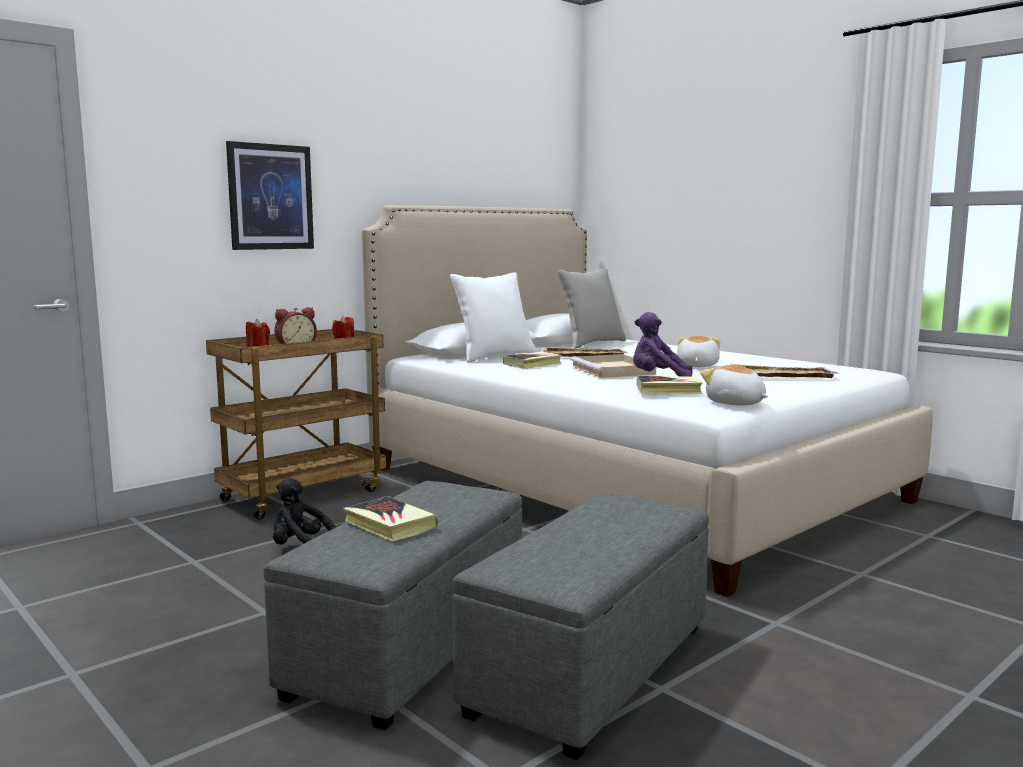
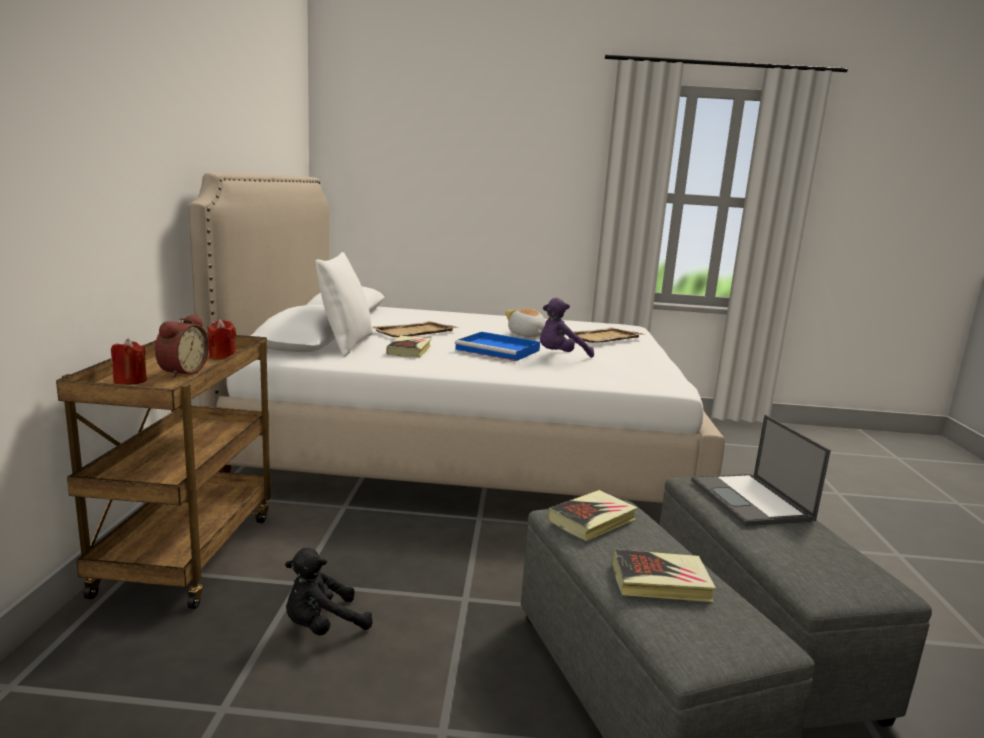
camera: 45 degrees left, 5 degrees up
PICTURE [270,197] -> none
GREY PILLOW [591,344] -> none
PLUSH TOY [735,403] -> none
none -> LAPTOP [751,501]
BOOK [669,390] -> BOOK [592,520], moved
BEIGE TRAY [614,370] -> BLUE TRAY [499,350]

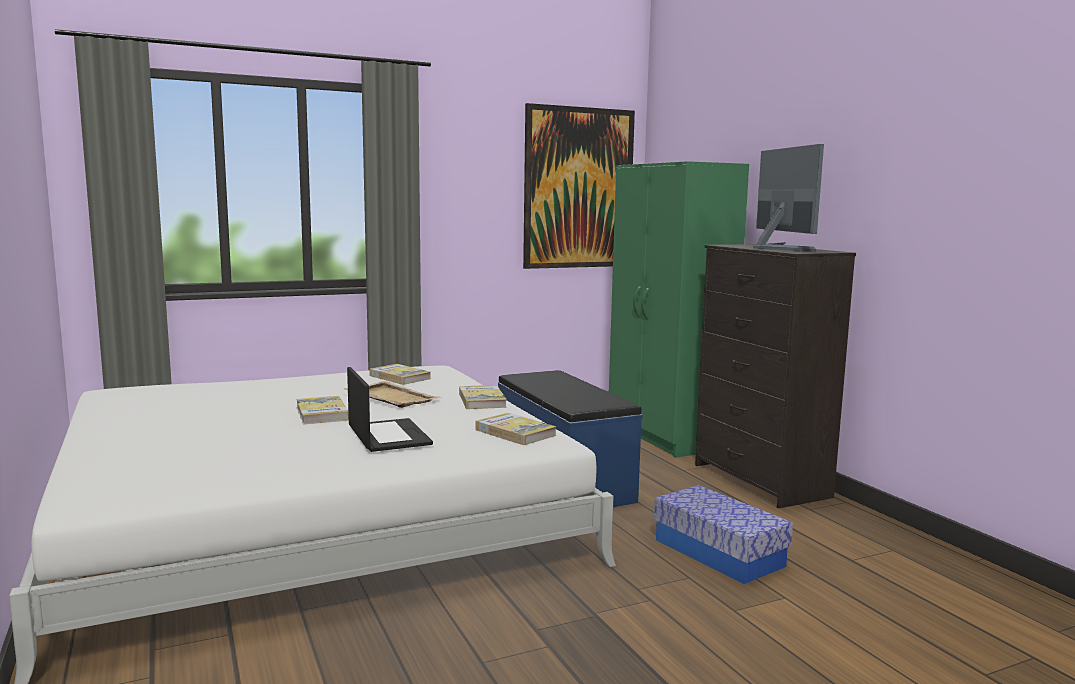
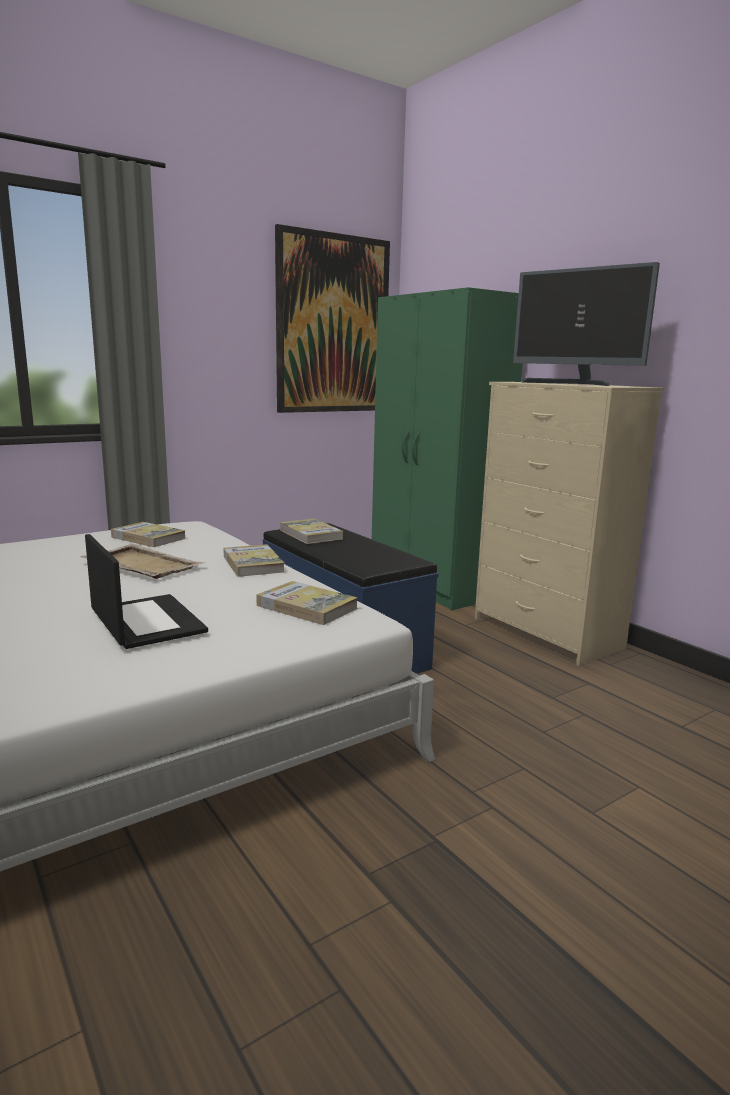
camera: 10 degrees left, 5 degrees up
STORAGE BOX [719,553] -> none
BOOK [321,413] -> BOOK [310,534], moved
BLACK DRESSER [760,481] -> BEIGE DRESSER [546,633]
MONITOR [778,248] -> MONITOR [575,384], 150 degrees clockwise

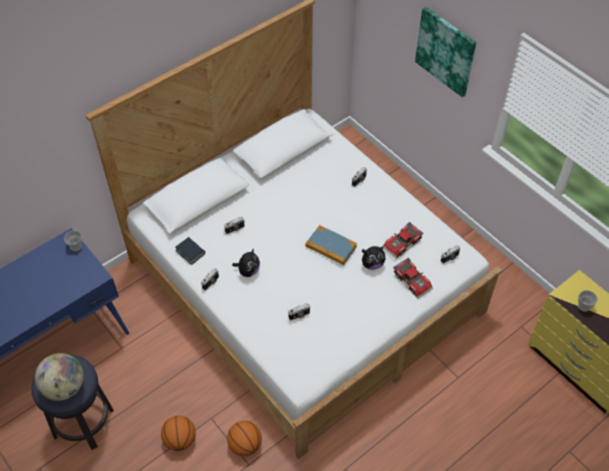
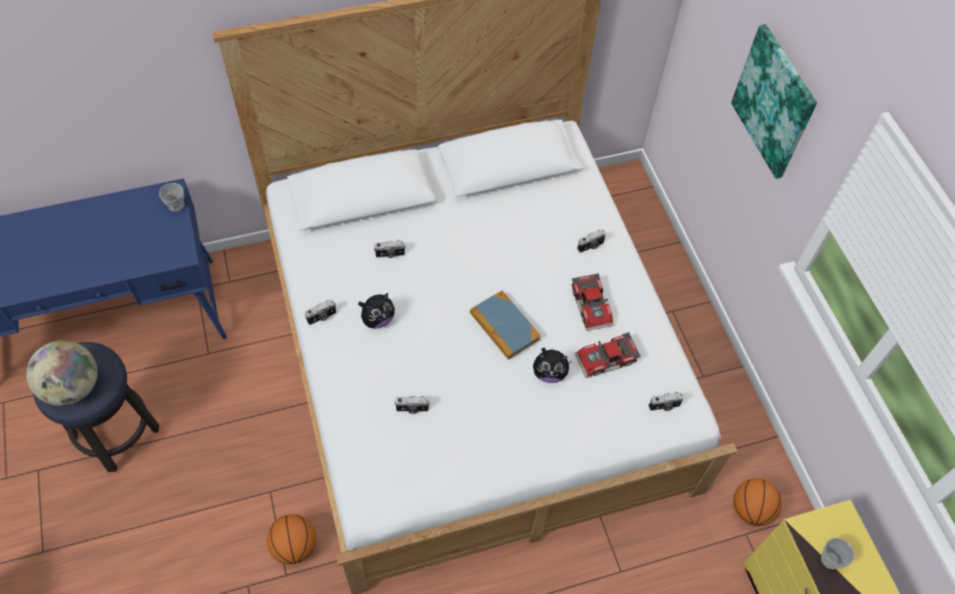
camera: 20 degrees right, 5 degrees up
BOOK [190,252] -> none
BASKETBALL [180,440] -> BASKETBALL [751,510], moved
TOY CAR [413,280] -> TOY CAR [593,306], moved

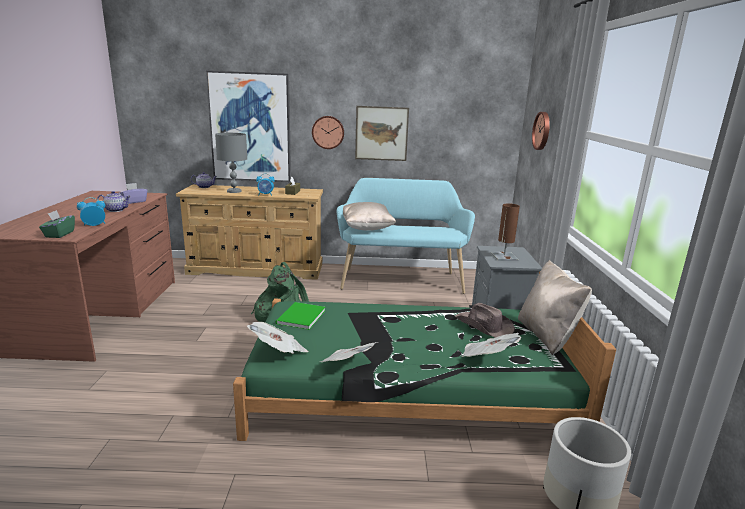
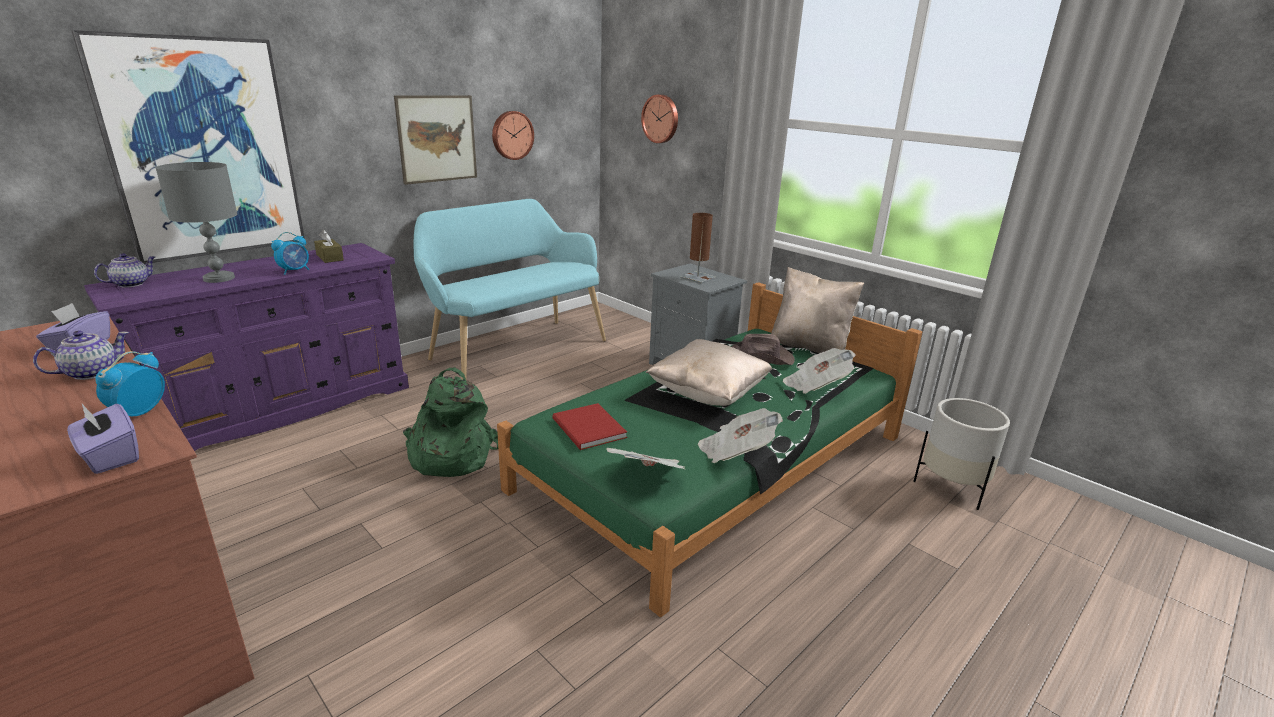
camera: 45 degrees left, 5 degrees up
WALL CLOCK [328,132] -> WALL CLOCK [512,135], moved
BEIGE PILLOW [367,228] -> BEIGE PILLOW [708,394], moved
GREEN TISSUE BOX [59,234] -> PURPLE TISSUE BOX [110,457]
BEIGE DRESSER [257,269] -> PURPLE DRESSER [284,408]
GREEN BOOK [299,317] -> RED BOOK [588,429]

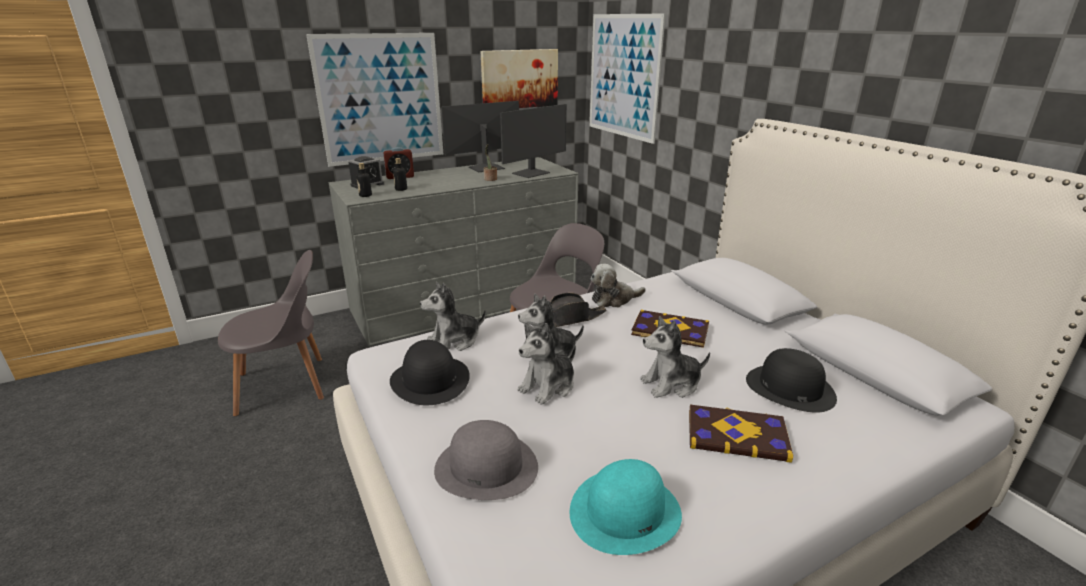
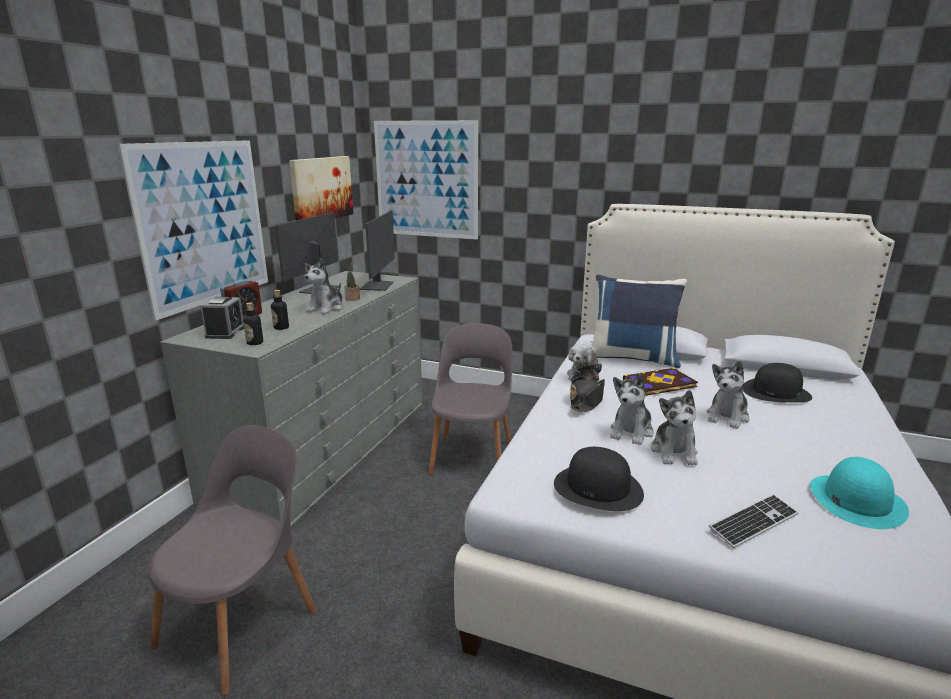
camera: 40 degrees left, 5 degrees down
BOOK [737,434] -> none
none -> BLUE PILLOW [632,357]
PLUSH TOY [454,341] -> PLUSH TOY [326,308], moved
GREY HAT [487,467] -> KEYBOARD [753,522]

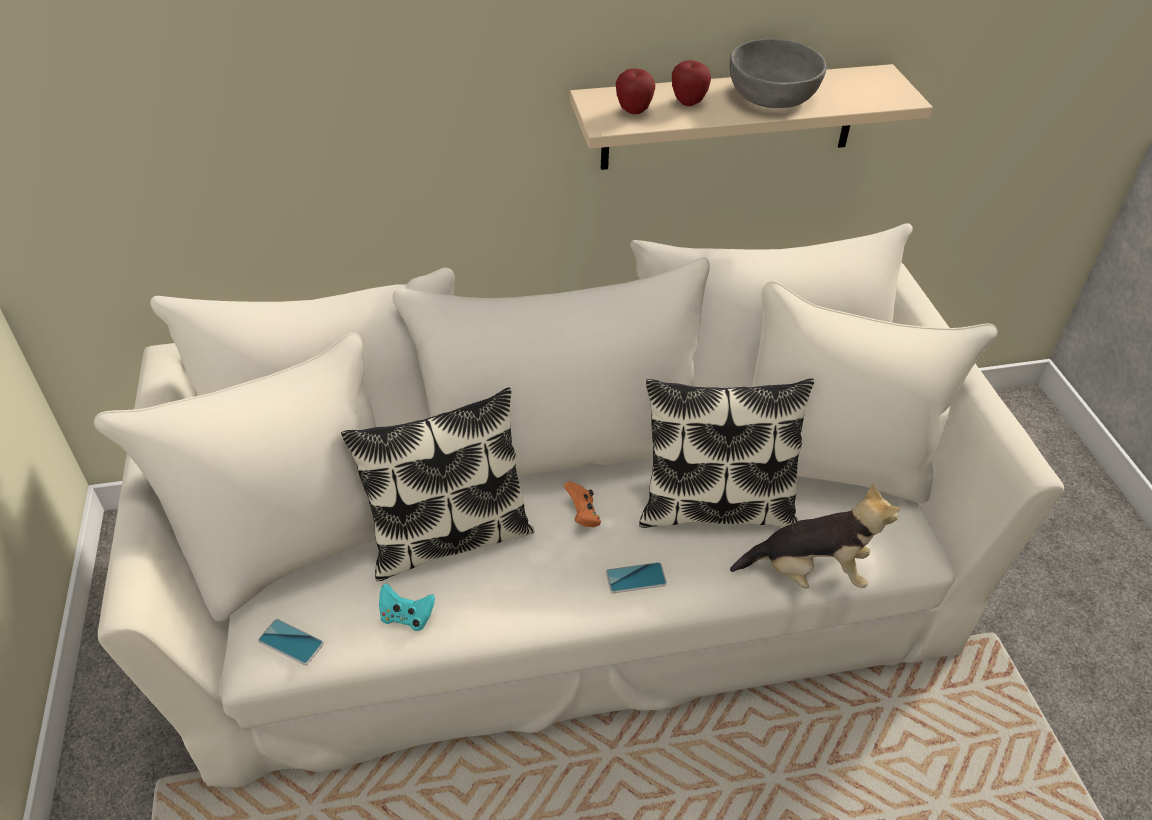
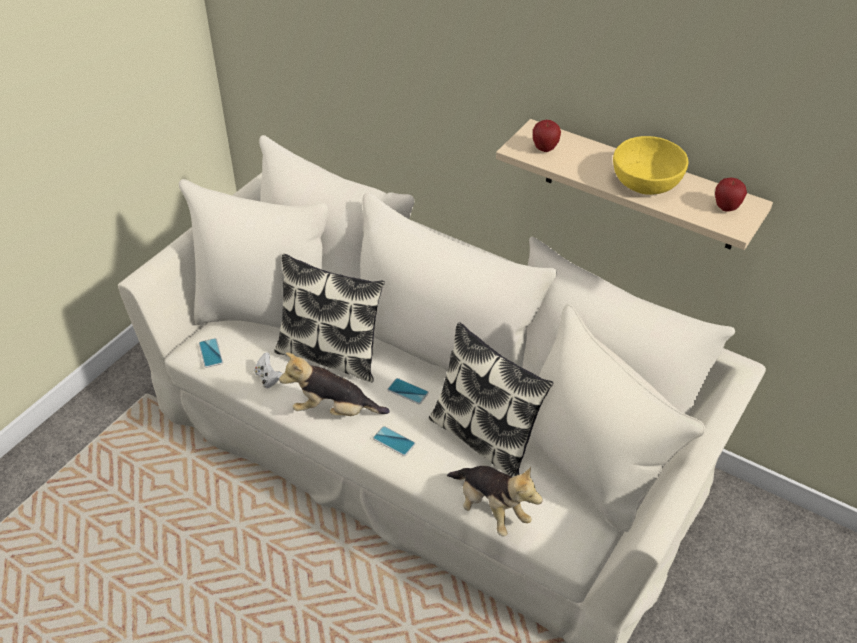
camera: 45 degrees right, 0 degrees up
none -> PLUSH TOY [334,410]
APPLE [688,102] -> APPLE [726,208], moved
ORANGE GAME CONTROLLER [583,515] -> PHONE [408,391]
TURQUOISE GAME CONTROLLER [406,617] -> WHITE GAME CONTROLLER [268,378]
GREY BOWL [772,96] -> YELLOW BOWL [646,181]

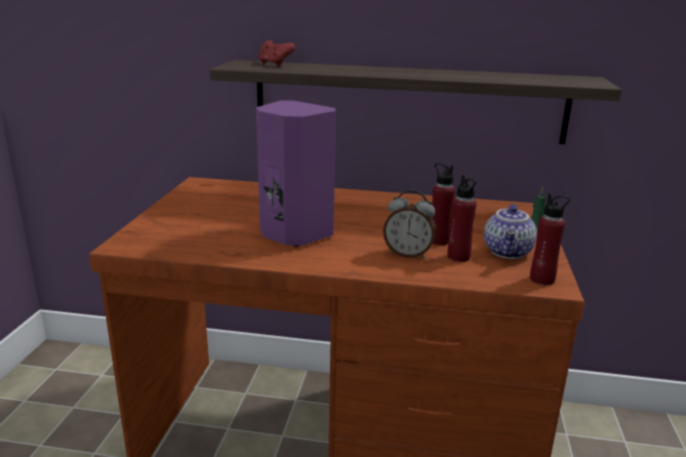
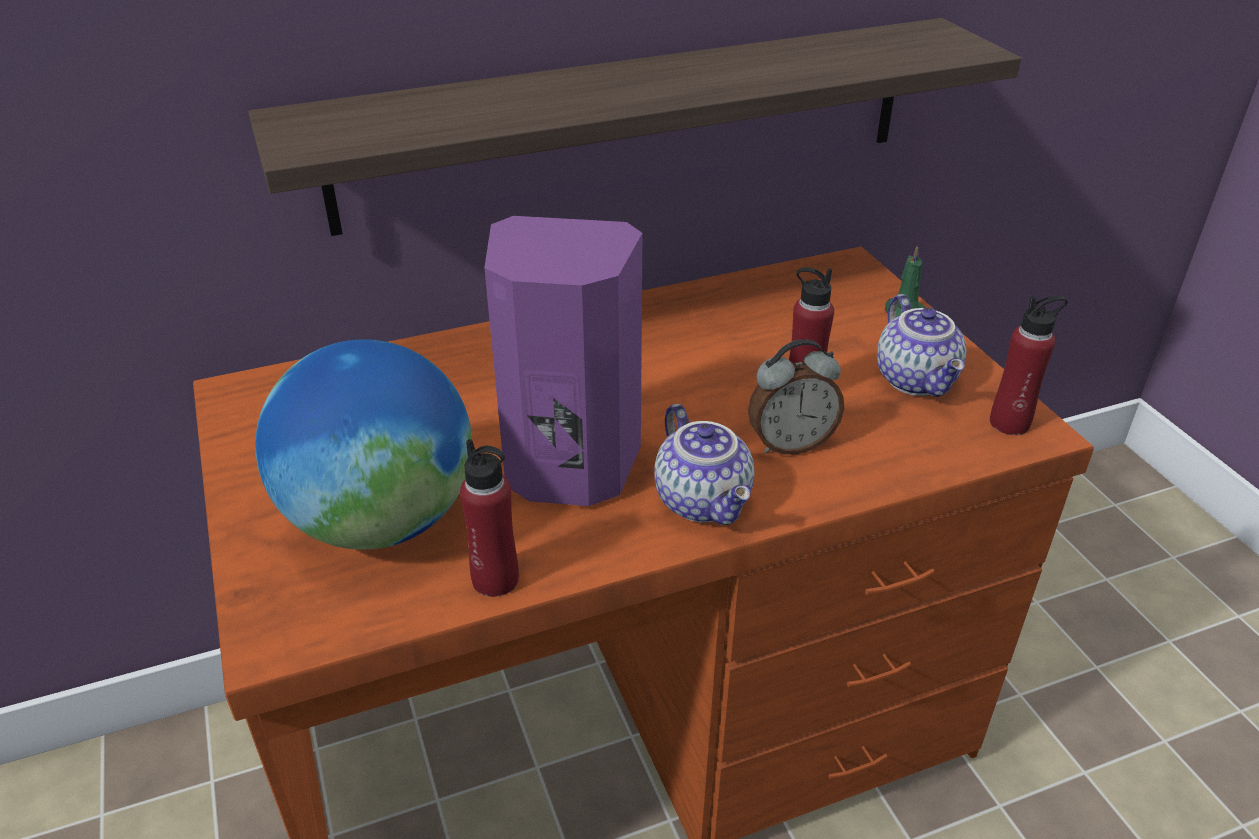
camera: 30 degrees left, 15 degrees up
RED GAME CONTROLLER [274,64] -> none
none -> GLOBE [381,521]
none -> TEAPOT [705,501]
RED BOTTLE [458,257] -> RED BOTTLE [495,579], moved

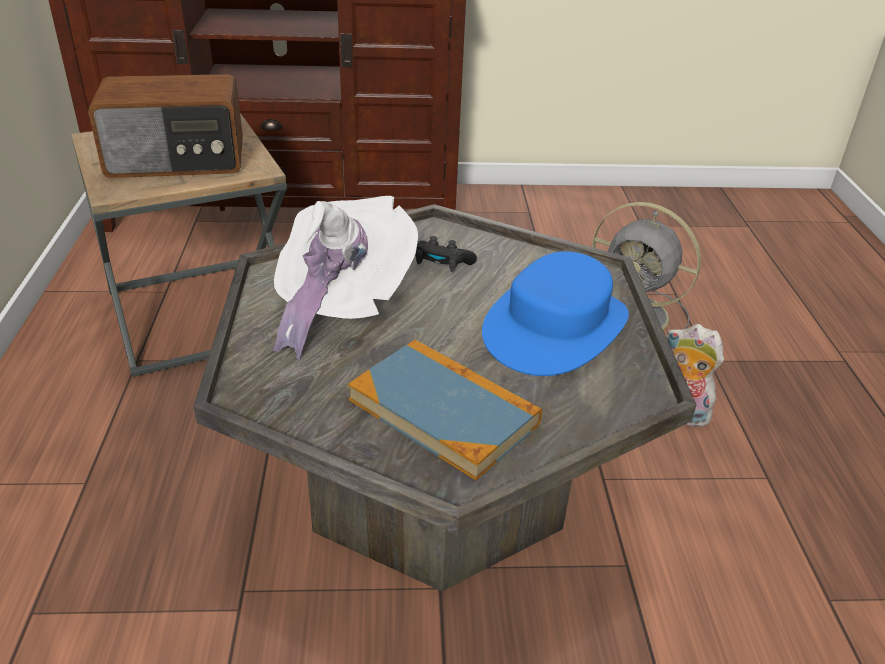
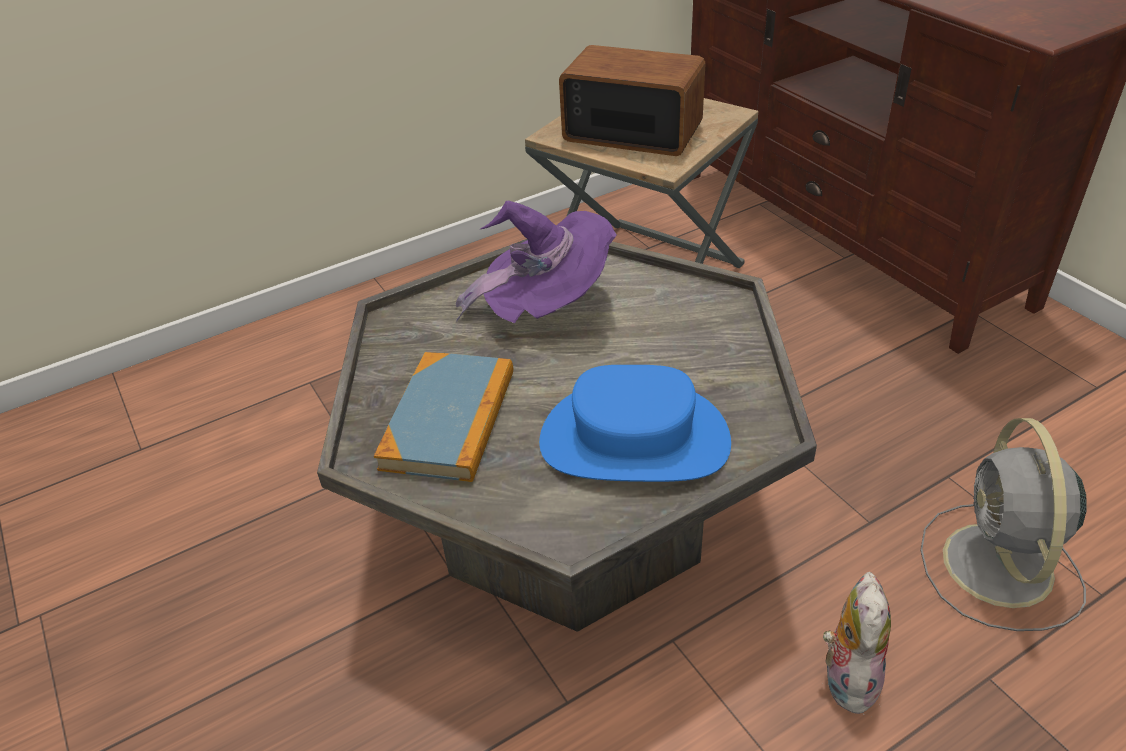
camera: 65 degrees right, 5 degrees up
BLACK GAME CONTROLLER [441,265] -> none
WHITE HAT [340,305] -> PURPLE HAT [547,306]
RADIO [177,160] -> RADIO [632,131], 150 degrees clockwise

